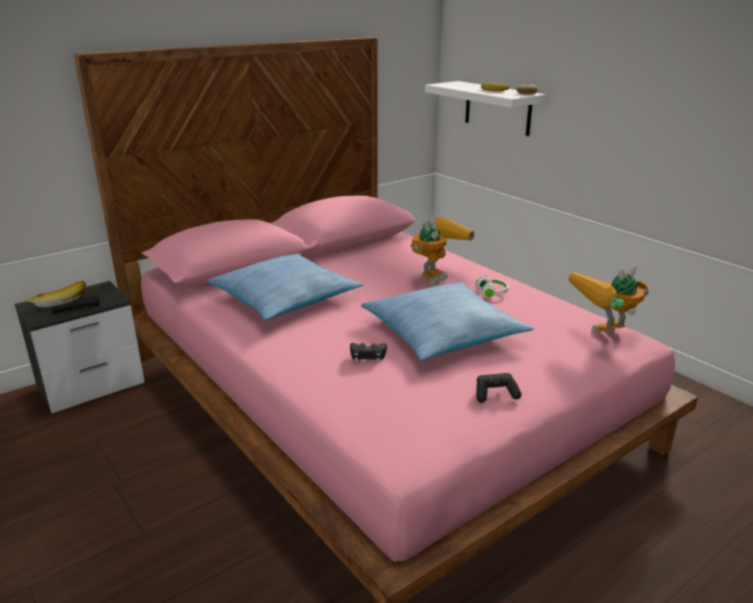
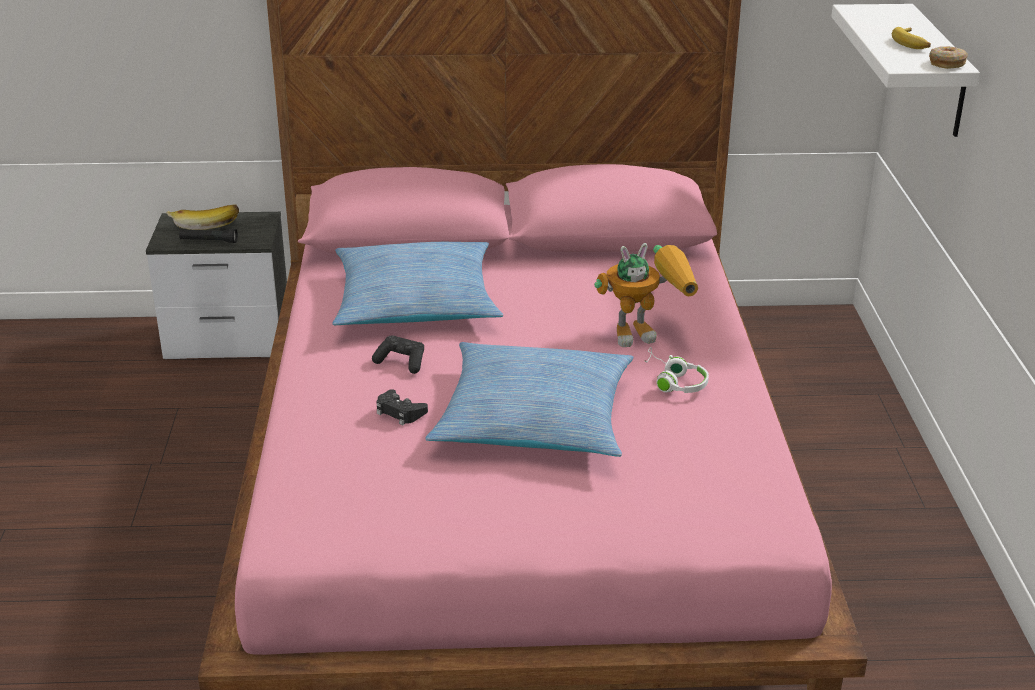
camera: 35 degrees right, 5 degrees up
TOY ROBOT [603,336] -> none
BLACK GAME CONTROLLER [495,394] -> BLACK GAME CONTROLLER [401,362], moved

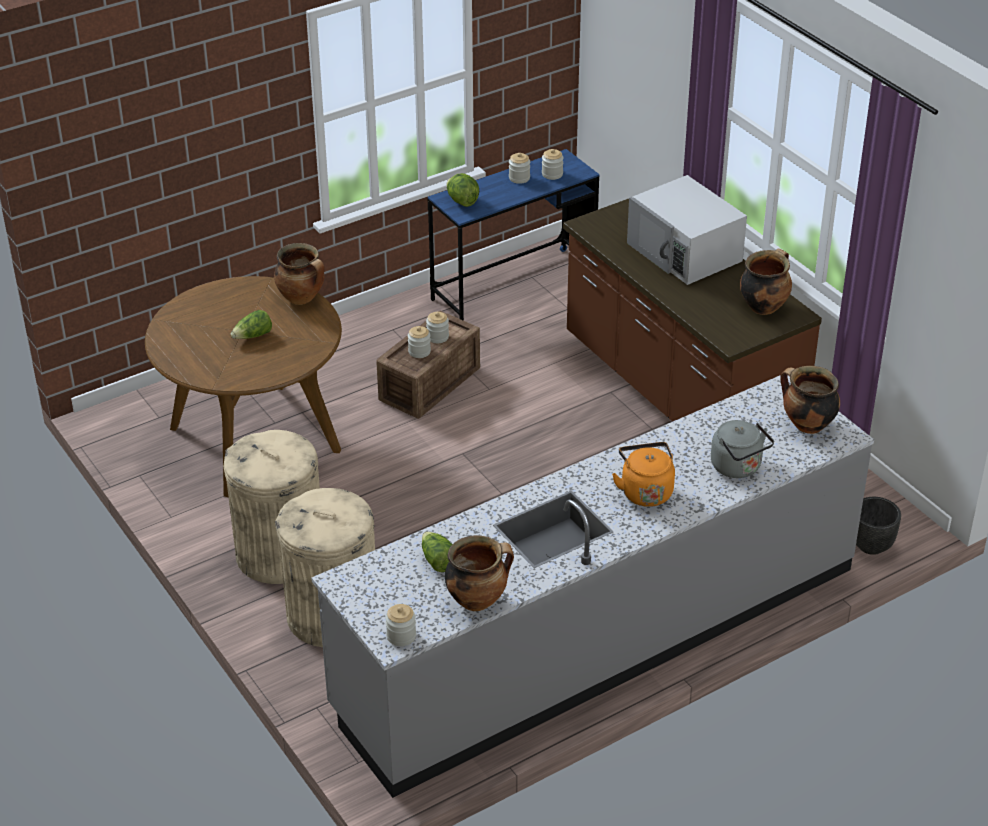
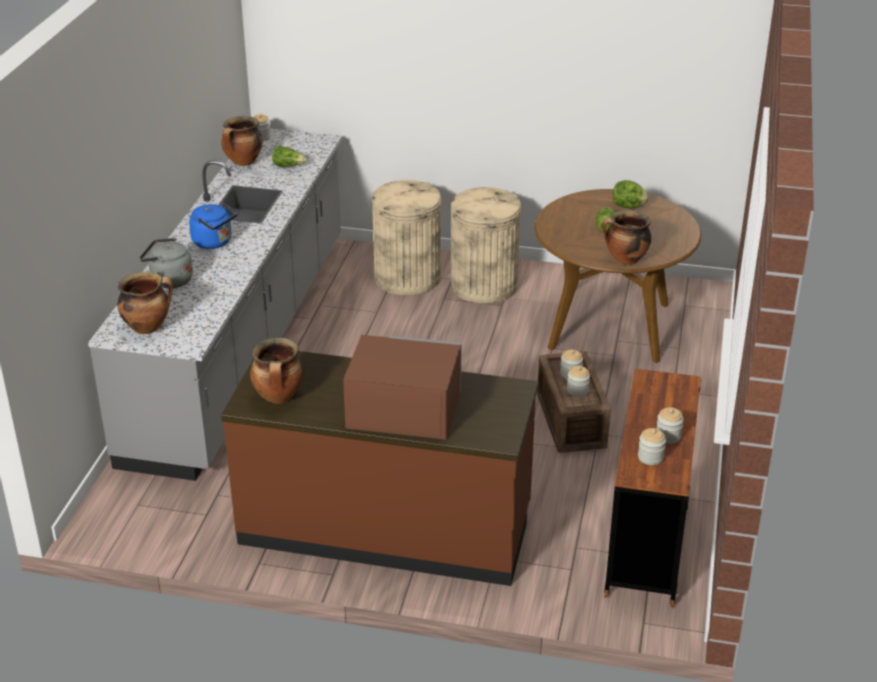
camera: 135 degrees right, 5 degrees down
BLACK PLANTER [871,546] -> none
LETTUCE [462,201] -> LETTUCE [628,207], moved
BLUE DESK [514,287] -> BROWN DESK [647,537]
ORANGE KETTLE [645,491] -> BLUE KETTLE [214,242]
WHITE MICROWAVE [685,252] -> BROWN MICROWAVE [403,409]

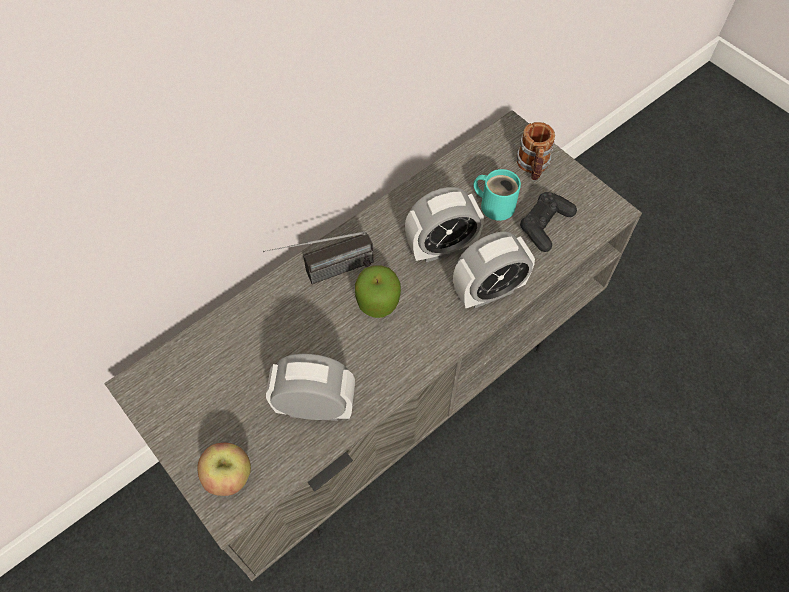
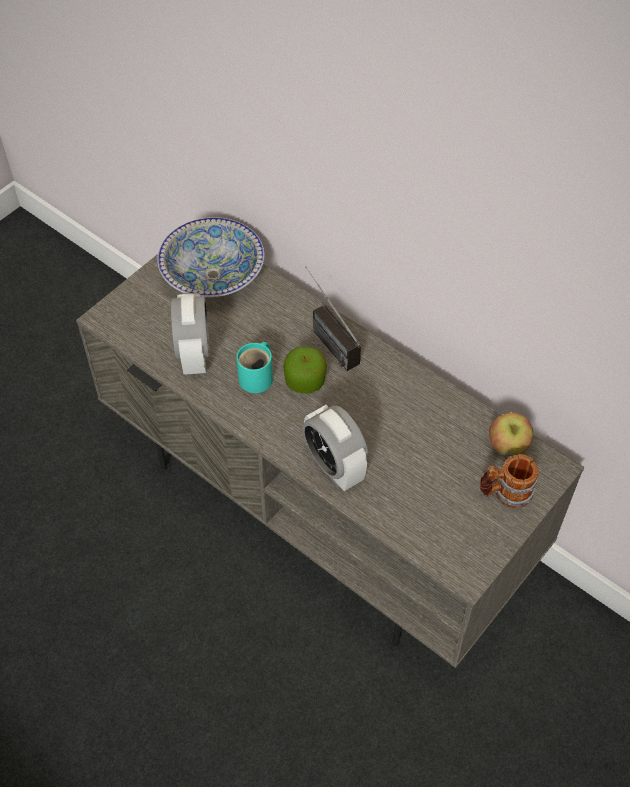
camera: 80 degrees right, 5 degrees down
ALARM CLOCK [441,248] -> none
BLACK GAME CONTROLLER [545,225] -> none
none -> BOWL [213,275]
APPLE [229,476] -> APPLE [508,446], moved
TURQUOISE MUG [495,204] -> TURQUOISE MUG [258,377], moved

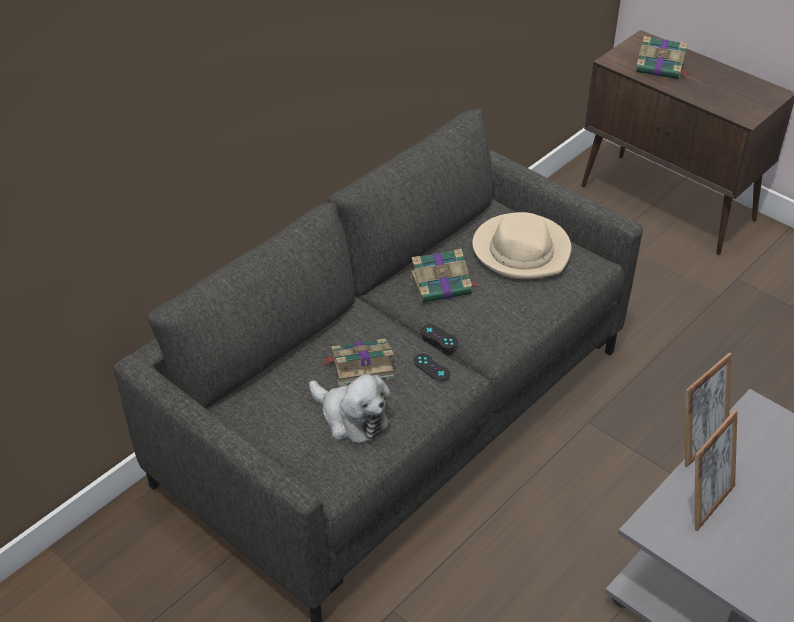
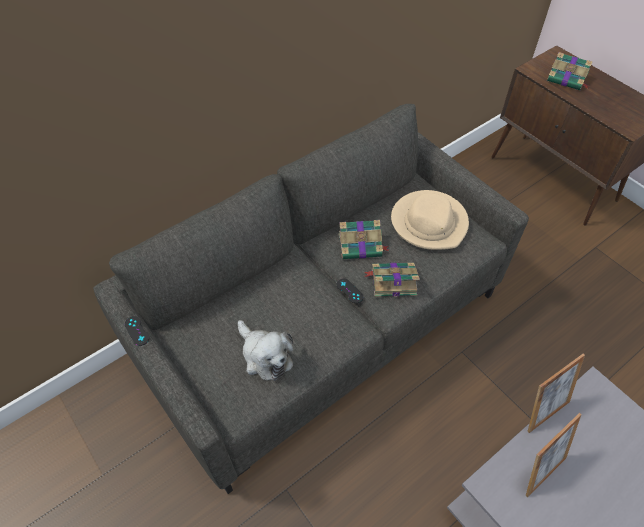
camera: 10 degrees right, 10 degrees up
BOOK [360,366] -> BOOK [392,281], moved
BLACK GAME CONTROLLER [431,367] -> BLACK GAME CONTROLLER [137,331], moved

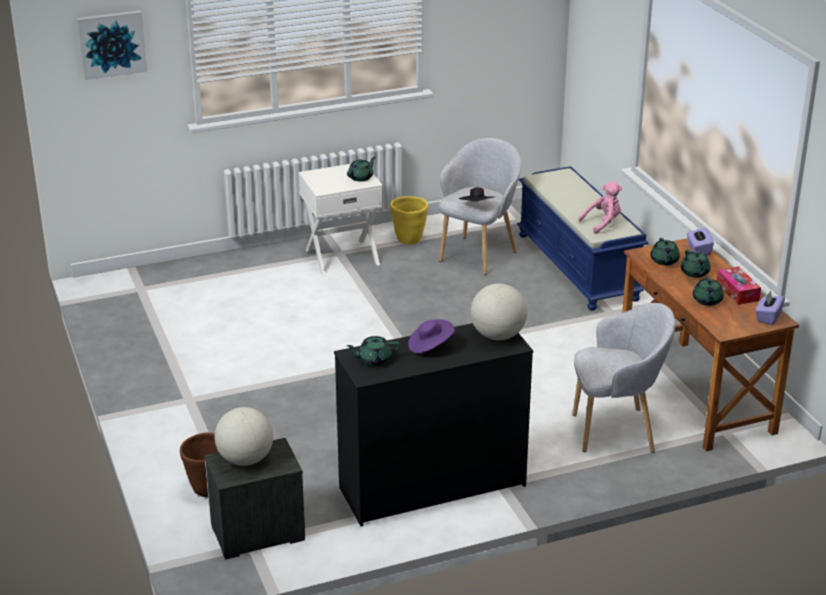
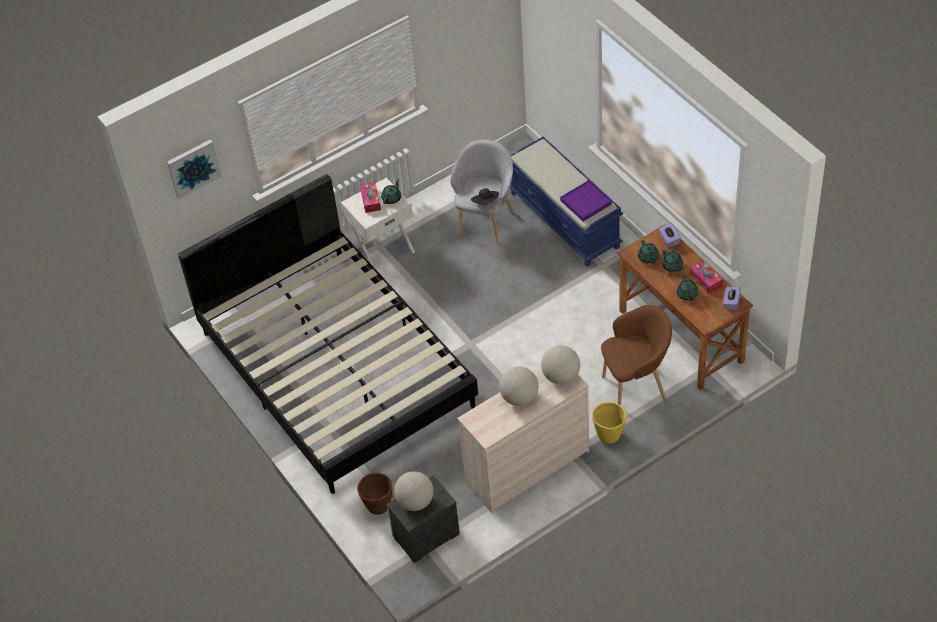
camera: 10 degrees left, 20 degrees up
GREEN TEAPOT [374,360] -> none
none -> BLACK BED [336,367]
none -> TISSUE BOX [370,200]
YELLOW PLANTER [409,239] -> YELLOW PLANTER [608,436], moved
PURPLE HAT [430,346] -> GLOBE [519,397]
PINK PLUSH TOY [603,223] -> PURPLE TRAY [586,202]
BLACK DRESSER [432,486] -> BEIGE DRESSER [526,467]
GREY ARMCHAIR [616,431] -> BROWN ARMCHAIR [636,385]

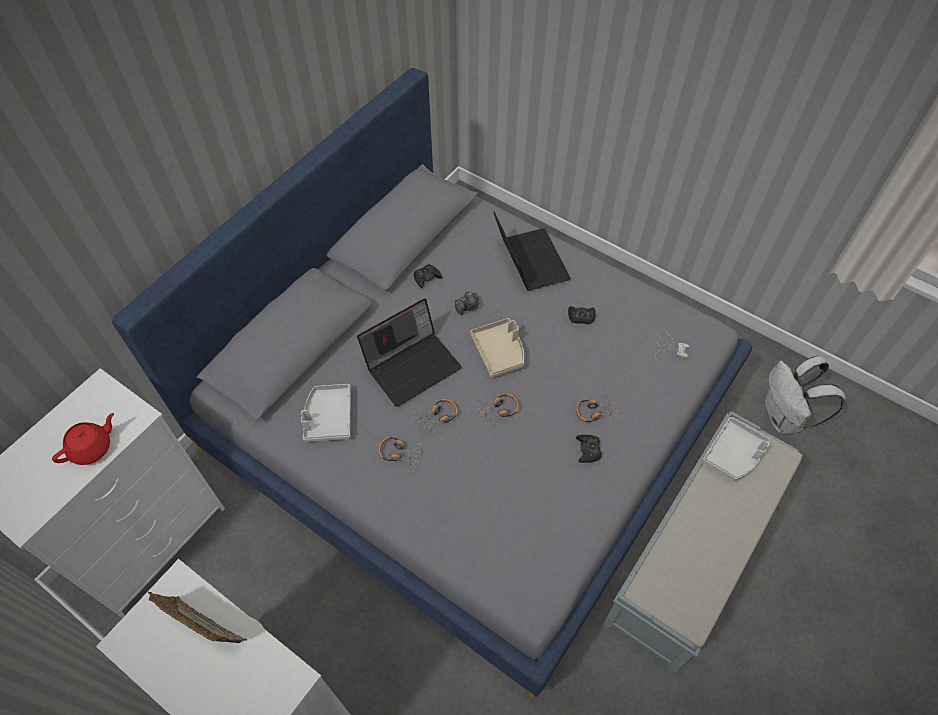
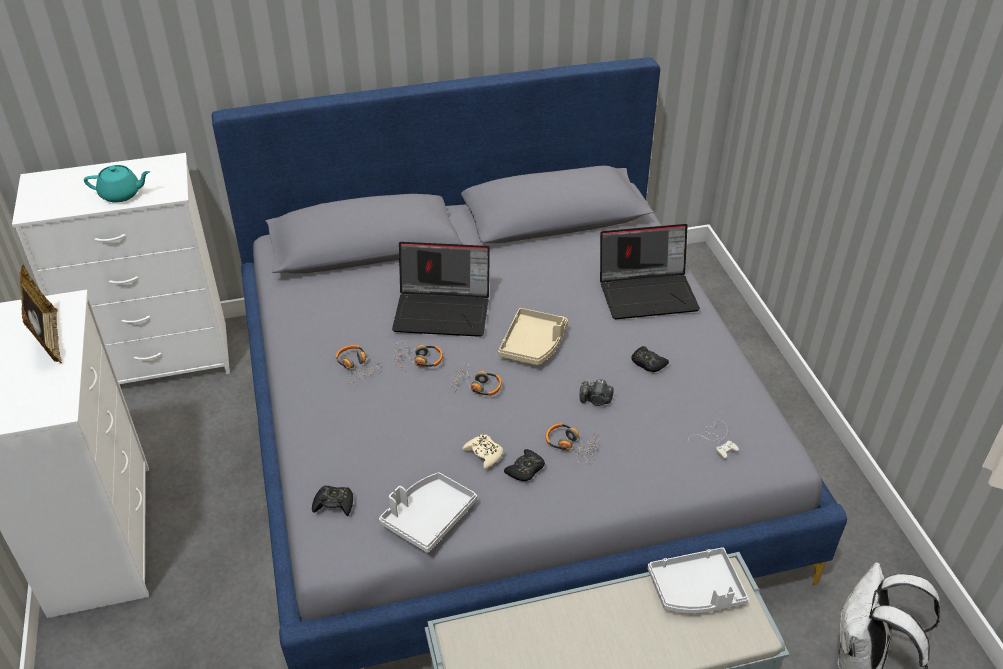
camera: 40 degrees right, 15 degrees down
none -> BEIGE GAME CONTROLLER [484,454]
GREY TRAY [328,417] -> GREY TRAY [428,517], moved
BLACK GAME CONTROLLER [427,278] -> BLACK GAME CONTROLLER [334,504], moved
PHOTO CAMERA [468,307] -> PHOTO CAMERA [596,400], moved
RED TEAPOT [92,448] -> TURQUOISE TEAPOT [121,194]
LAPTOP [529,261] -> LAPTOP [648,293], 60 degrees clockwise

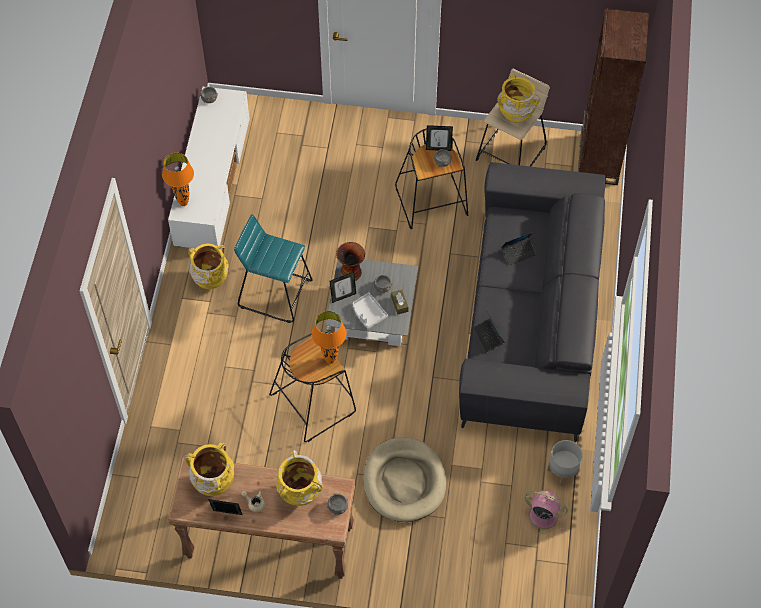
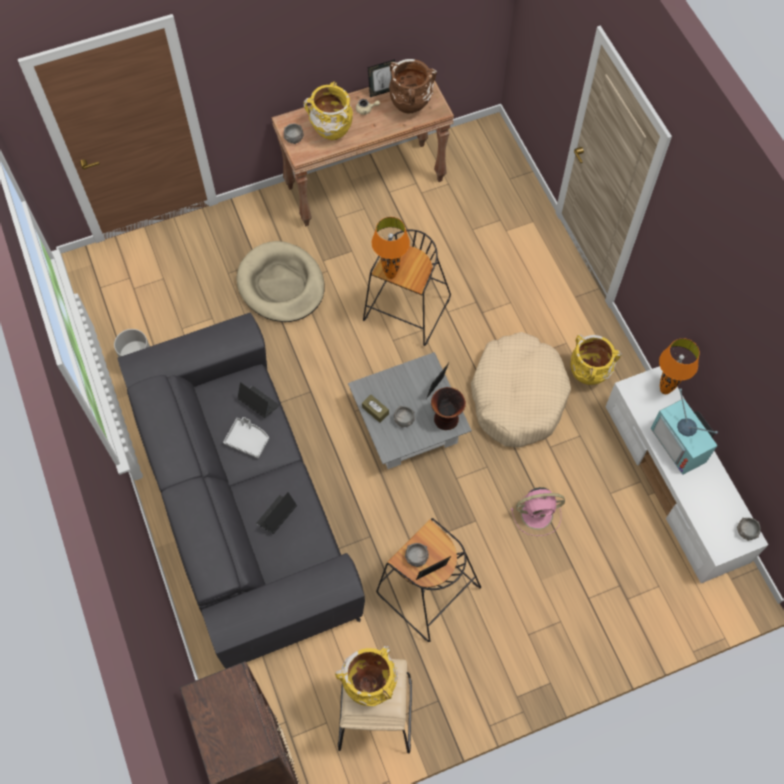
camera: 150 degrees right, 5 degrees up
none -> TELEVISION [681,444]
GREY TRAY [368,313] -> GREY TRAY [247,440], moved
PINK FAN [542,515] -> PINK FAN [538,514], moved
TURQUOISE STOOL [275,293] -> BEIGE DOG BED [517,396]
YELLOW VASE [214,484] -> BROWN VASE [410,107]

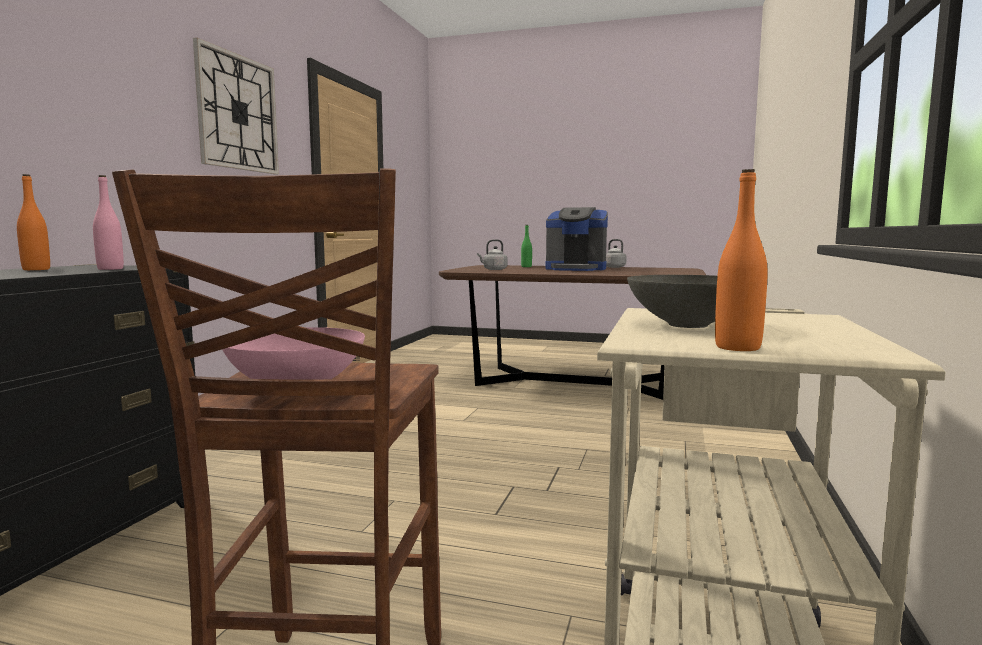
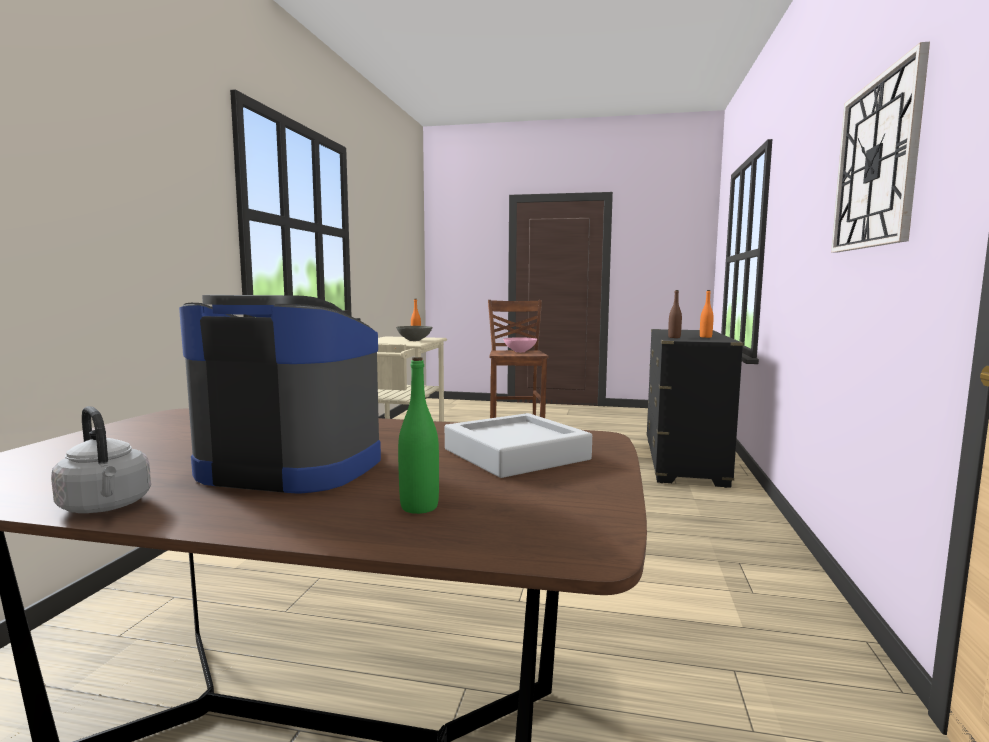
camera: 175 degrees right, 0 degrees up
GREY KETTLE [493,269] -> GREY TRAY [516,454]
PINK BOTTLE [110,269] -> BROWN BOTTLE [674,337]

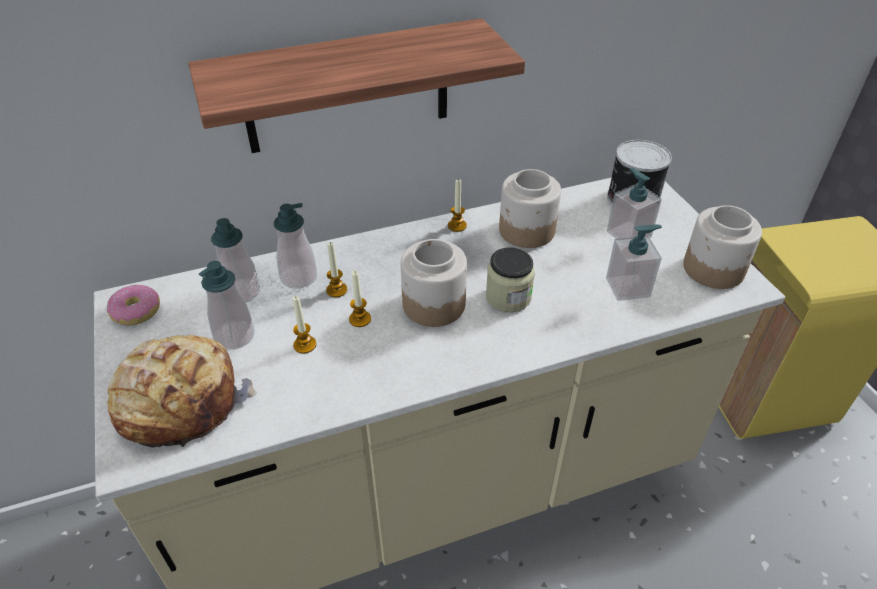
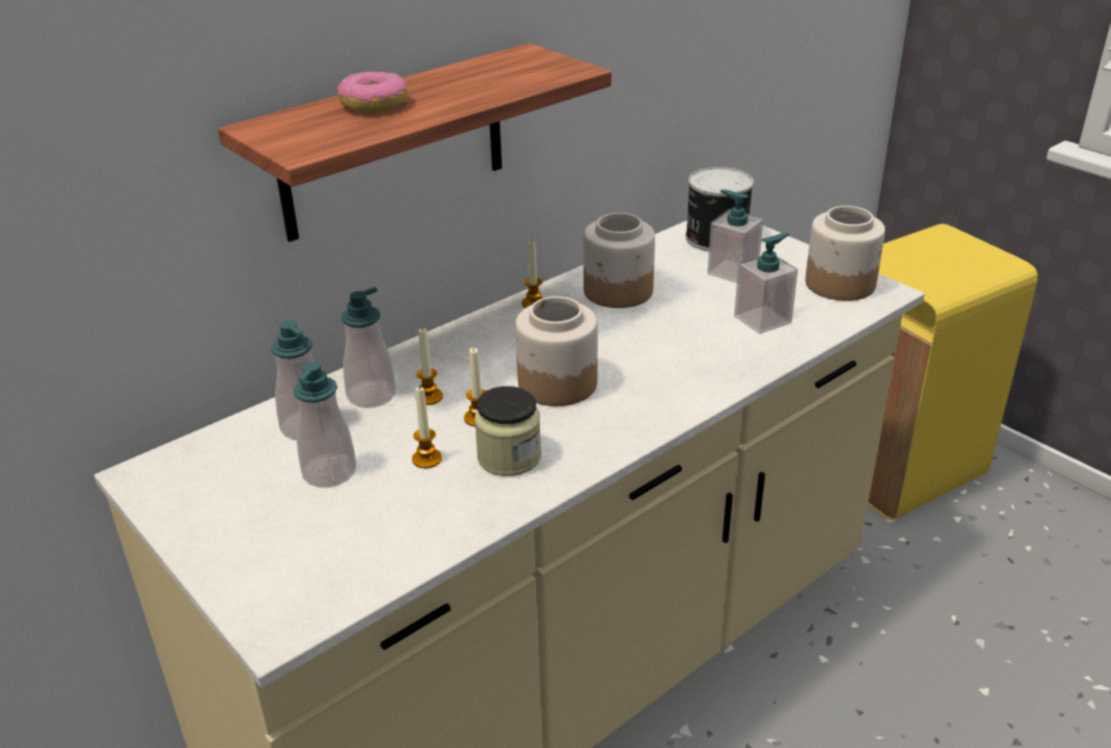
camera: 20 degrees left, 10 degrees down
BREAD [180,400] -> none
DONUT [137,311] -> DONUT [374,104], moved
JAR [508,297] -> JAR [509,457], moved

